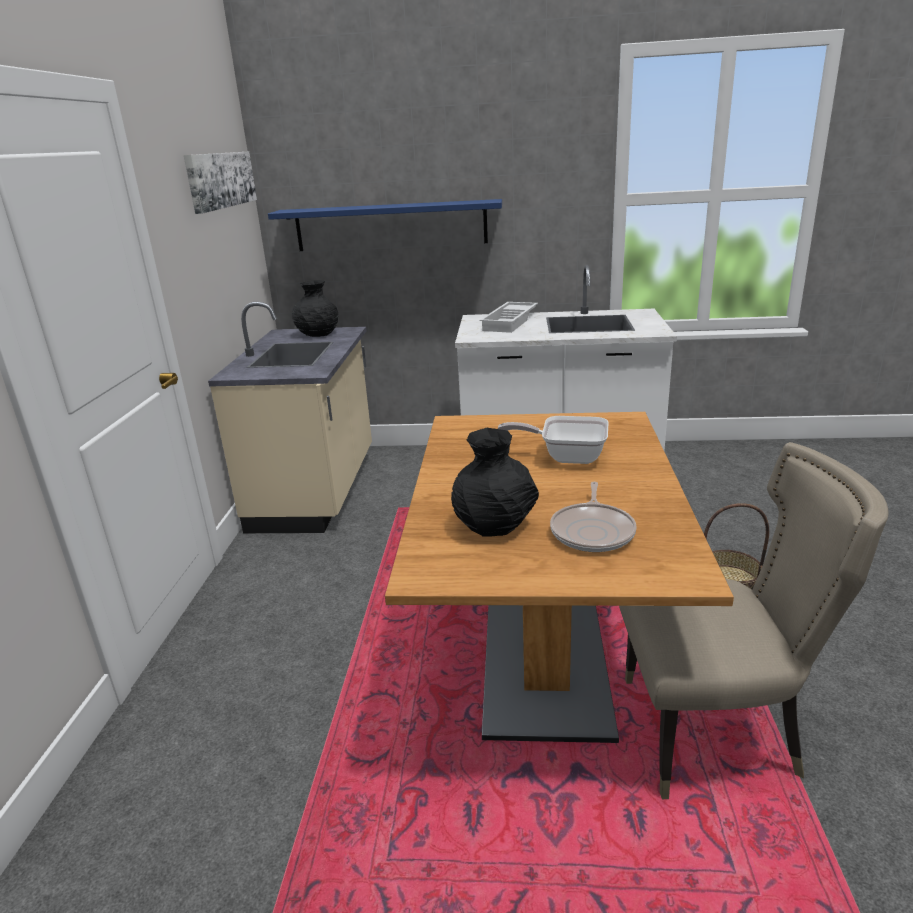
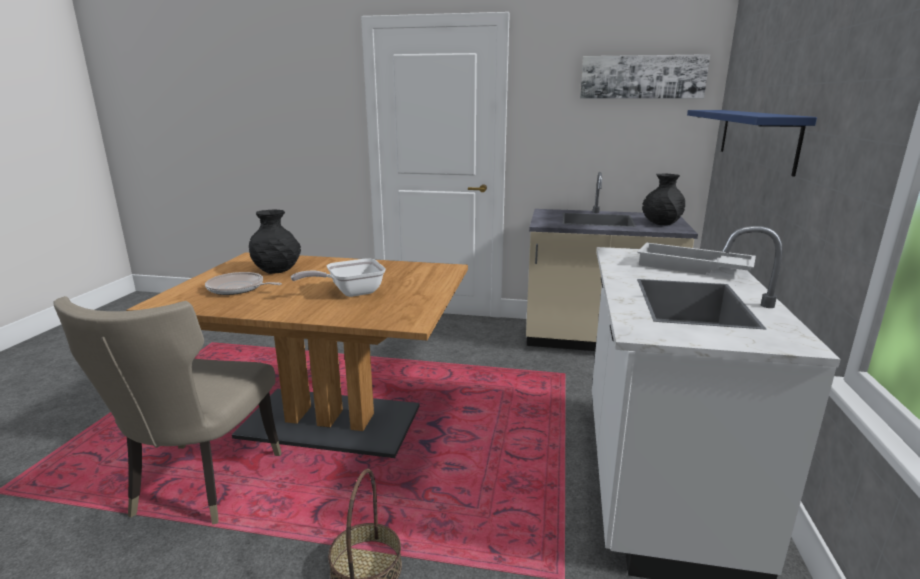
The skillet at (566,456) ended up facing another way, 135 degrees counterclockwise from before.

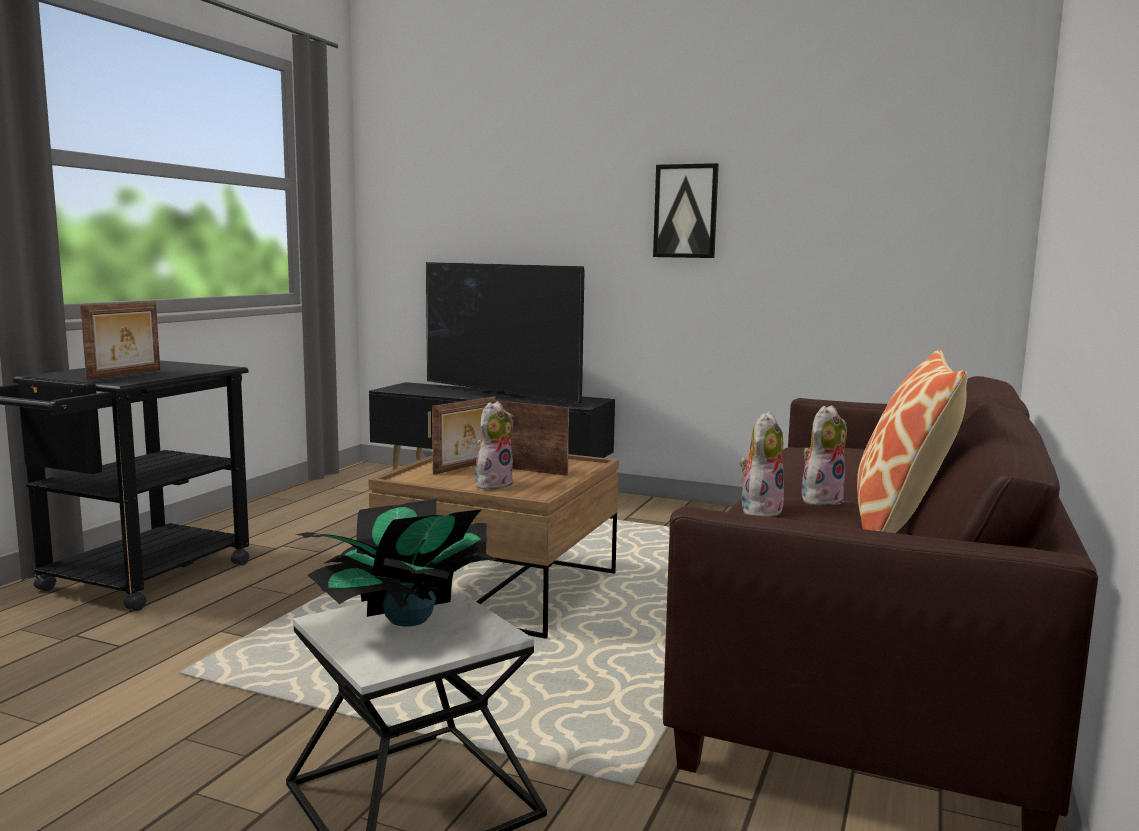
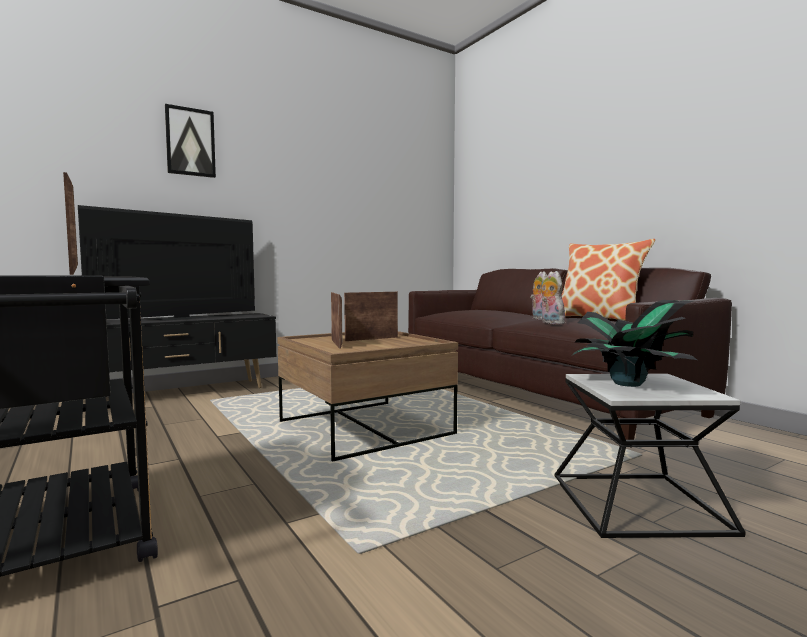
The wall_art ended up elsewhere, having gone from (686,211) to (190,142).
The television at (499,395) ended up facing another way, 150 degrees clockwise from before.
The second view lost the plush_toy at (493,484).

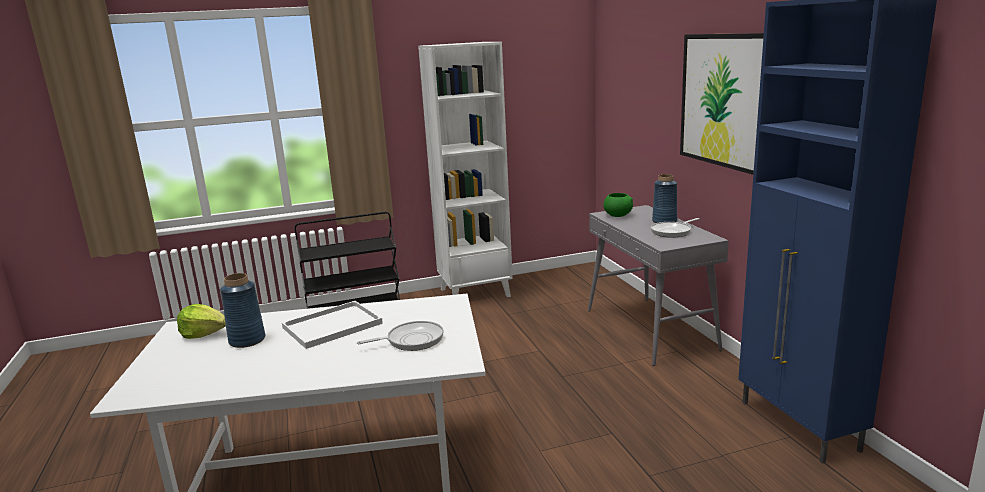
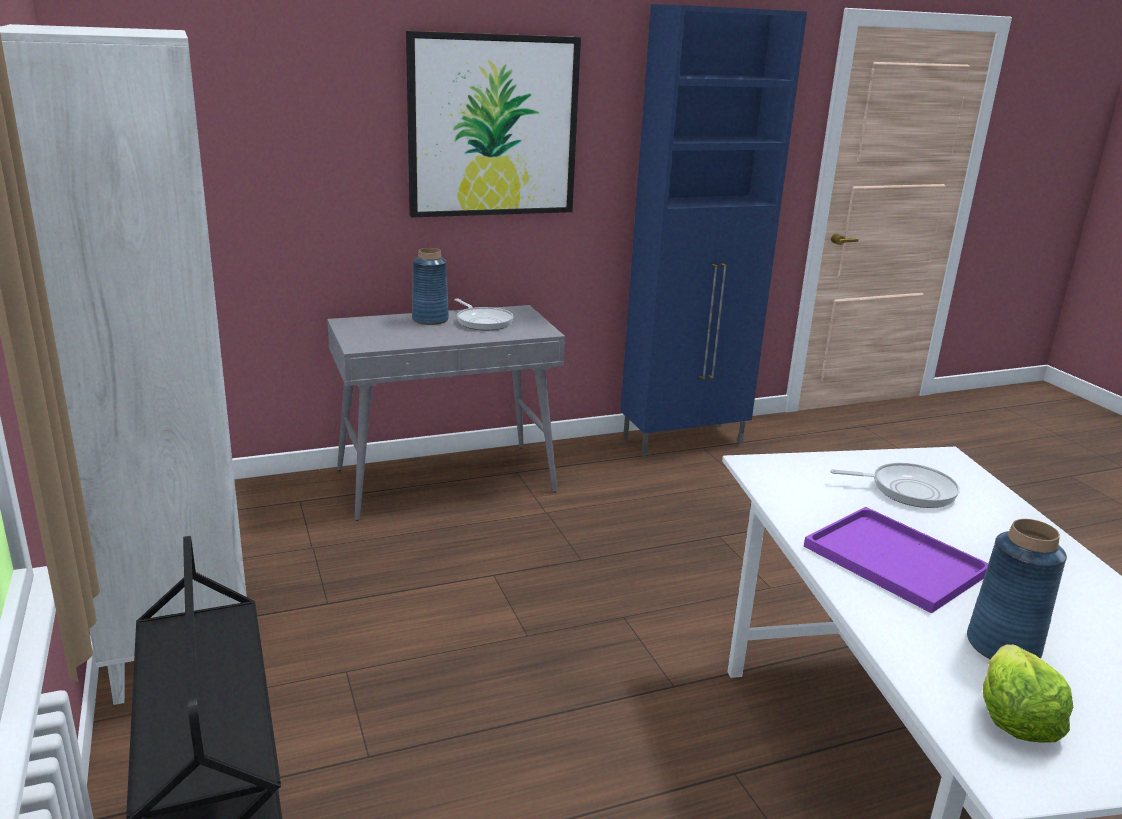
The second view lost the greenish_deep_dish at (617,215).
What was the whitish_carrying_tray at (333,325) turned into the purple_carrying_tray at (891,559).
The skillet at (411,340) ended up facing another way, 120 degrees clockwise from before.

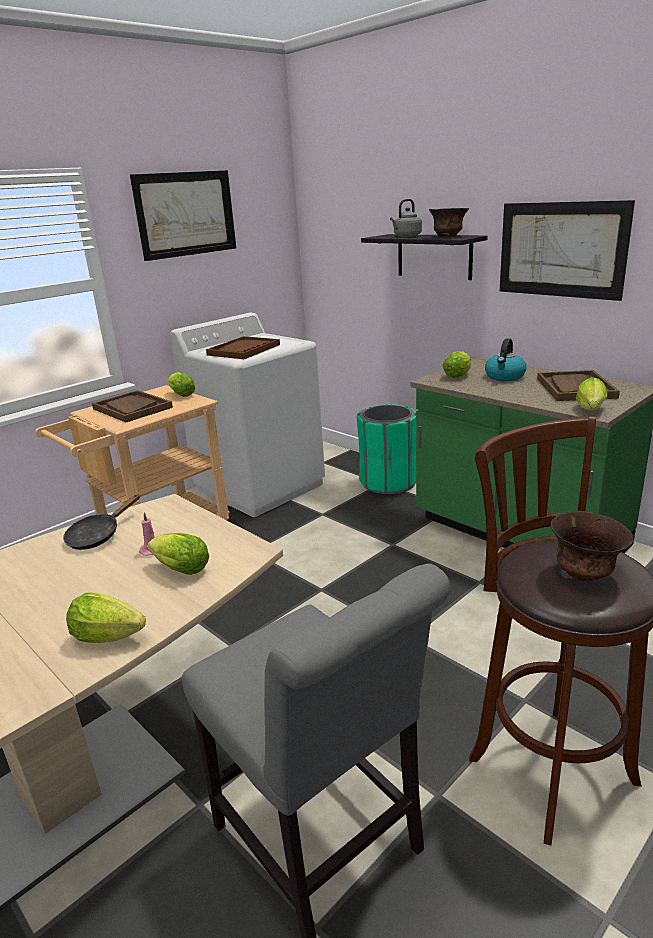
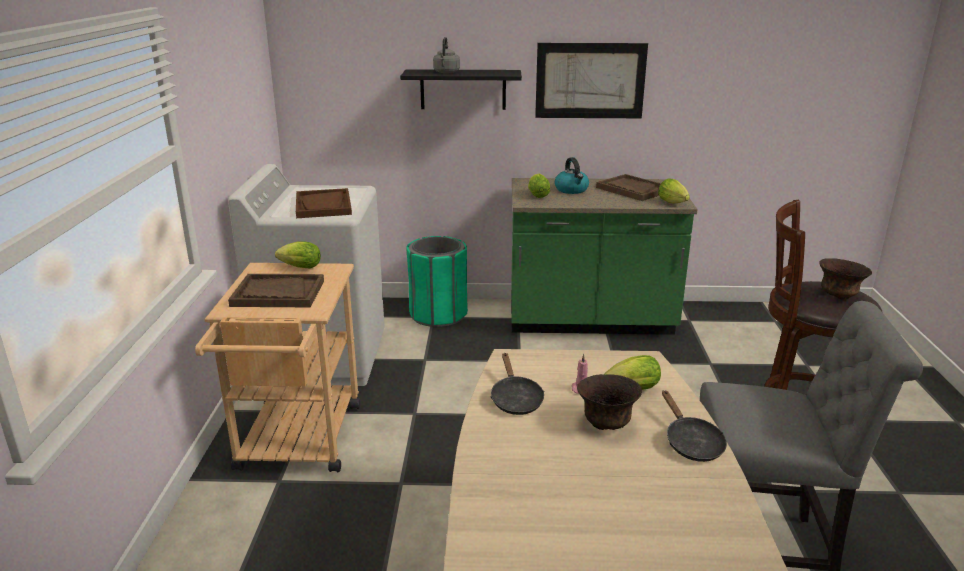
The second view lost the wall_art at (185,214).
The brownish_deep_dish ended up elsewhere, having gone from (447,236) to (606,424).
Where the lettuce stood at (112,637), the black-coloured_skillet came to stand at (691,443).

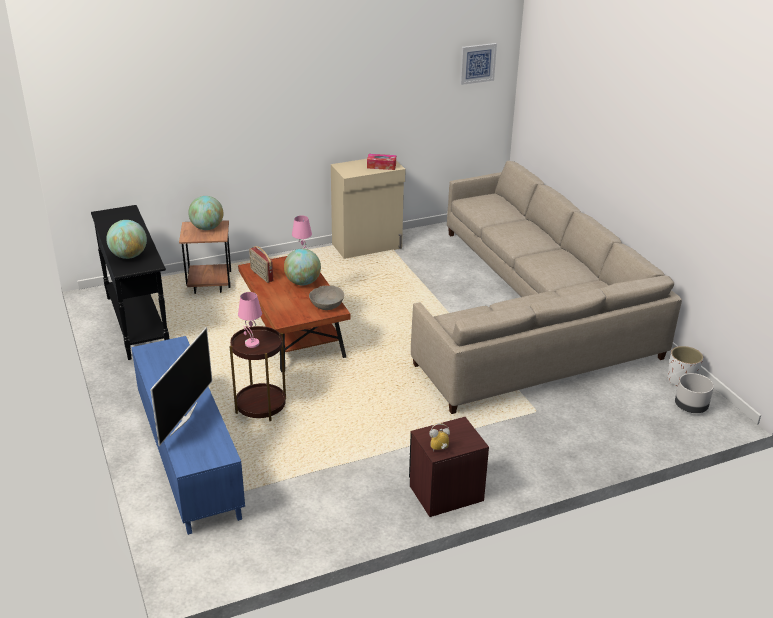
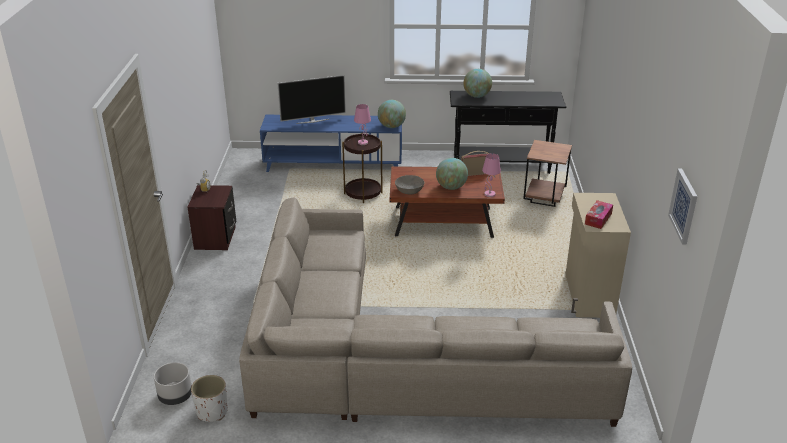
The desk_globe ended up elsewhere, having gone from (207,228) to (391,126).
The television at (183,418) ended up facing another way, 60 degrees counterclockwise from before.

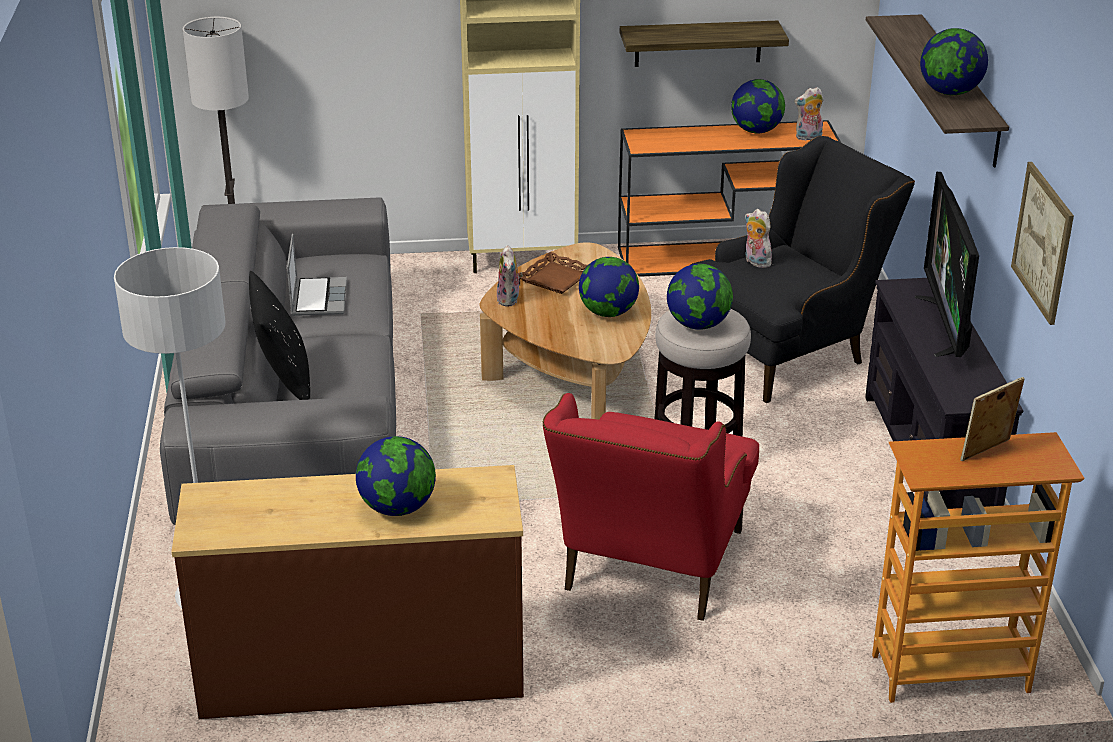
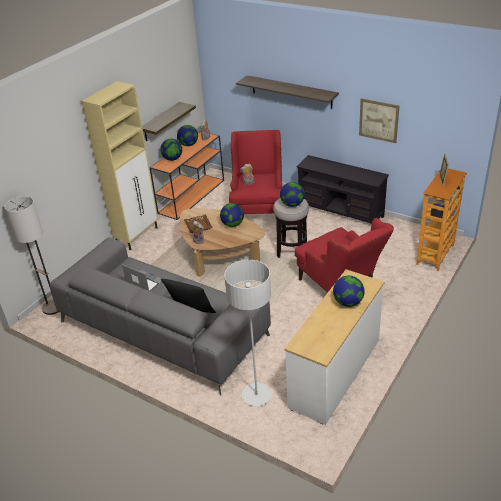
The desk_globe ended up elsewhere, having gone from (949,92) to (172,159).
What was the black-coloured_easy_chair at (789,351) turned into the reddish_easy_chair at (258,209).
The second view lost the television at (947,326).
What was the brownish_chest_of_drawers at (362,674) turned into the whitish_chest_of_drawers at (335,373).

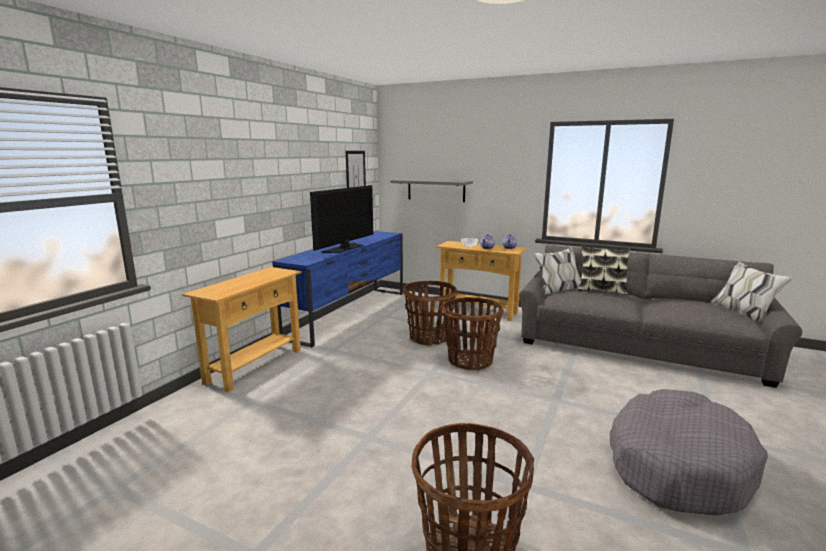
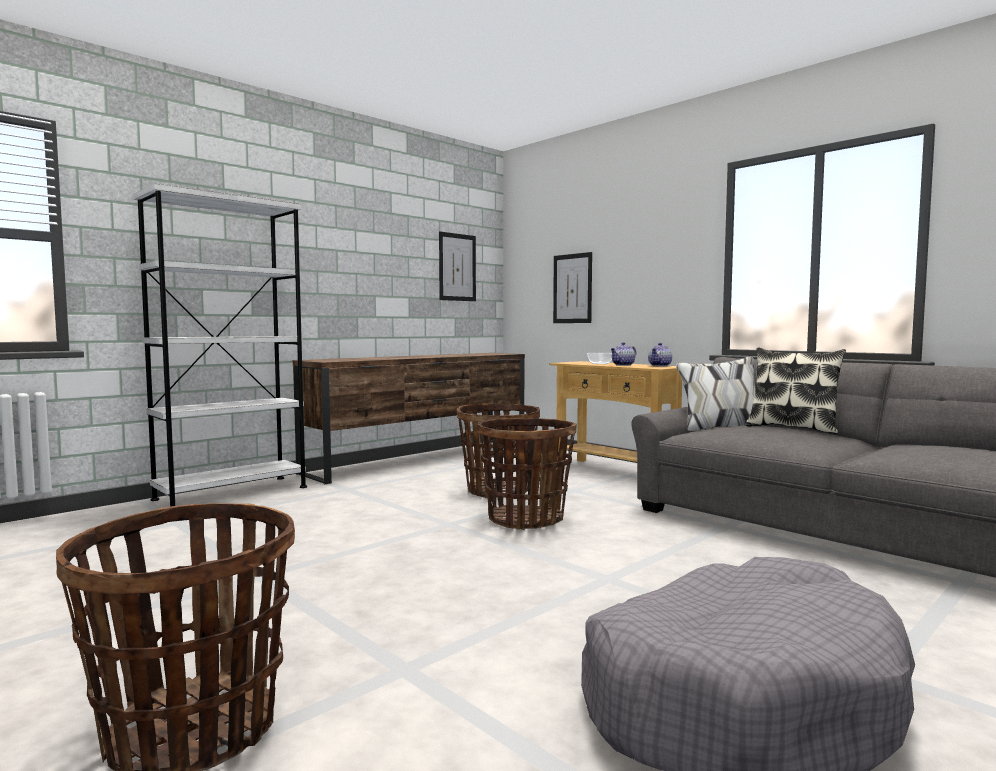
Where the gray_bracket_shelf hung at (436,190), the wall_art came to hang at (572,288).
The second view lost the television at (345,248).
What was the blue_tv_unit at (350,313) turned into the brownish_tv_unit at (422,459).
Where the beige_narrow_table stood at (255,366), the whitish_bookshelf came to stand at (232,493).

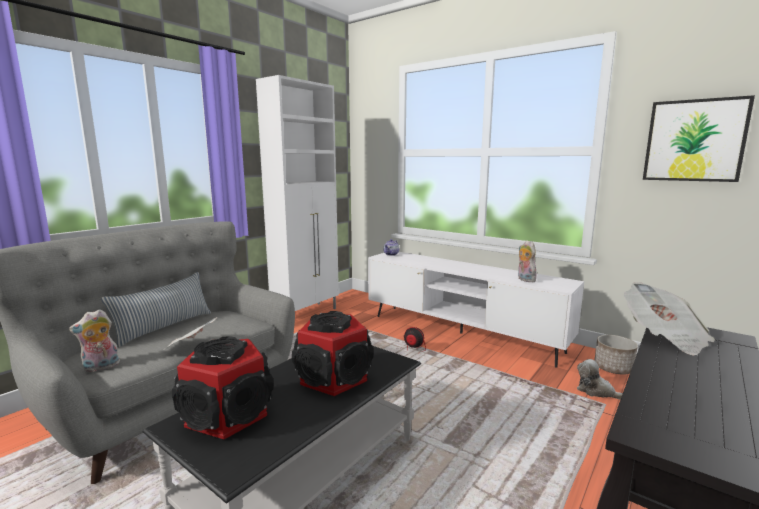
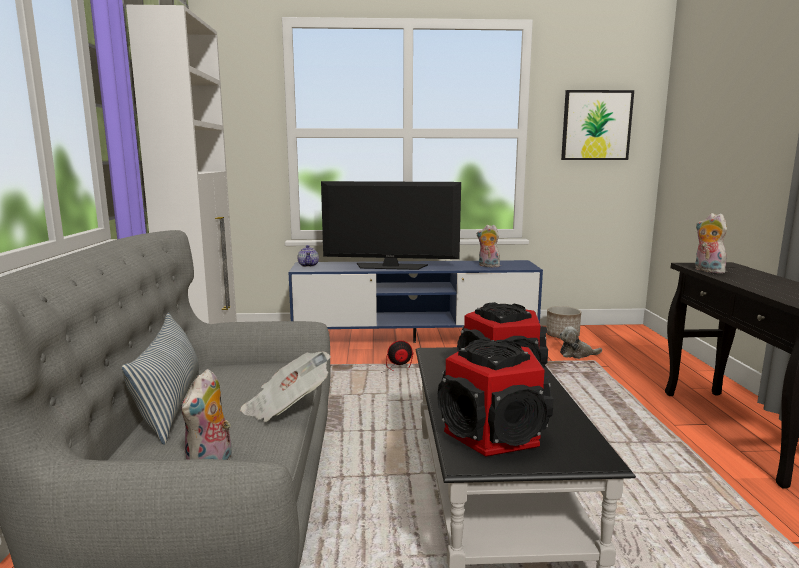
What was the whitish_tv_unit at (461,333) turned into the blue_tv_unit at (414,342).
Where the printed_paper stood at (664,337), the plush_toy came to stand at (707,270).
The second view gained the television at (390,266).

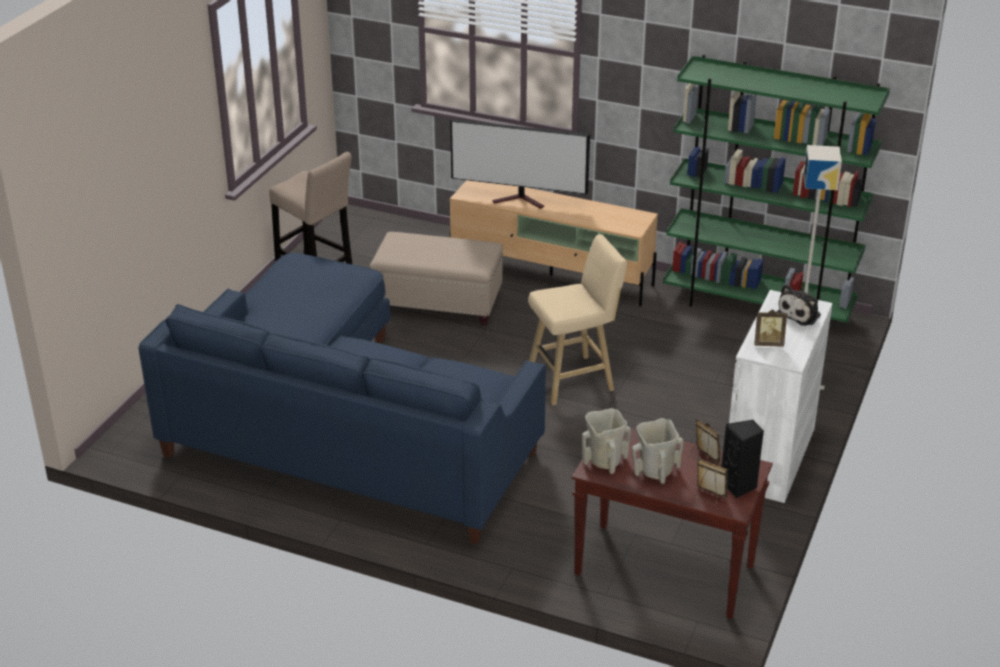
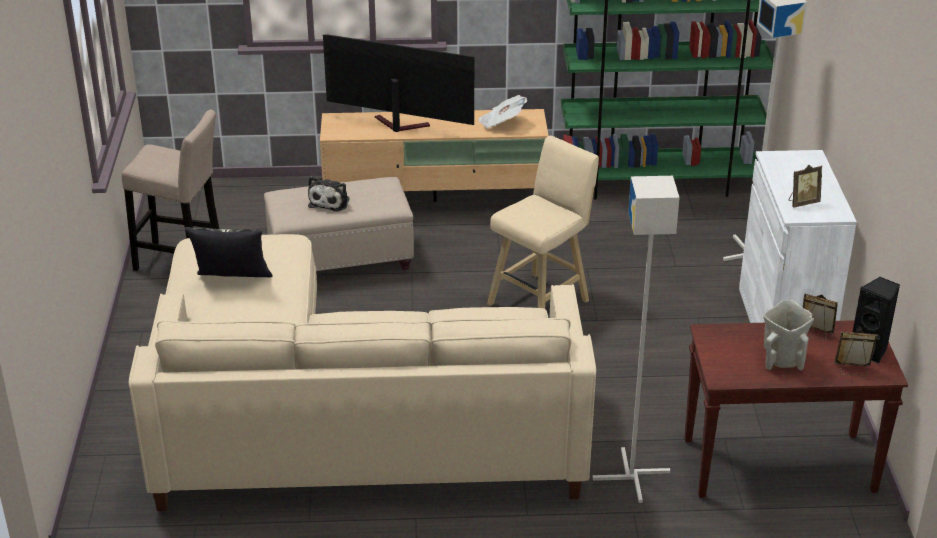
The television at (521,200) ended up facing another way, 150 degrees counterclockwise from before.
What was the blue_settee at (344,429) turned into the beige_settee at (343,420).
The plush_toy ended up elsewhere, having gone from (800,314) to (330,202).
The second view lost the beige_flower_vase at (604,460).
The second view gained the printed_paper at (501,123).
The second view gained the gray_standing_lamp at (632,476).
The second view gained the cushion at (232,282).

